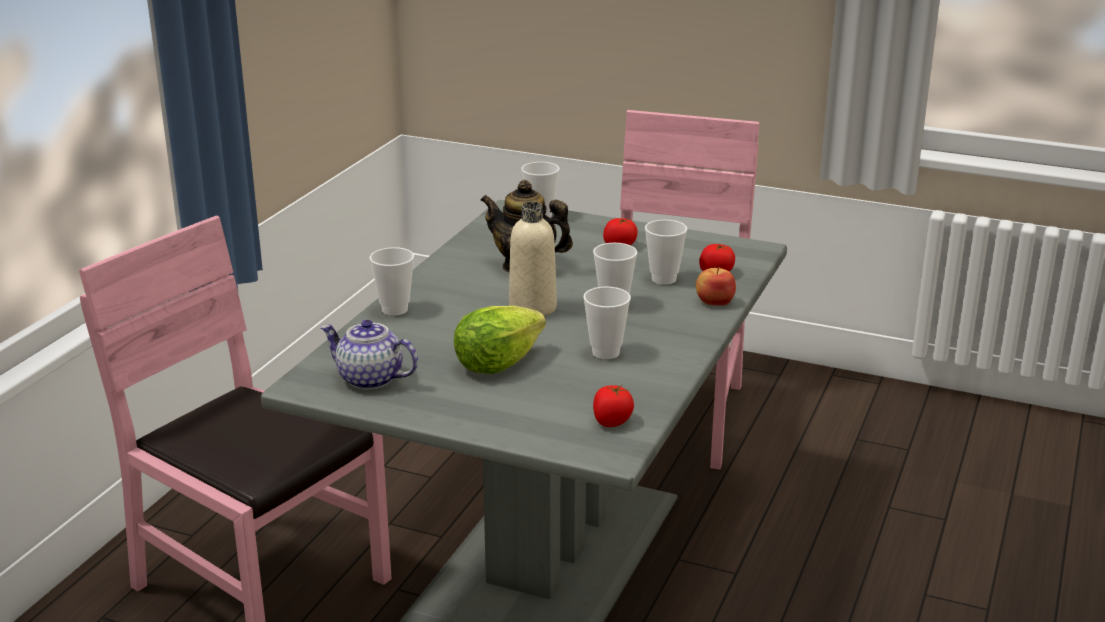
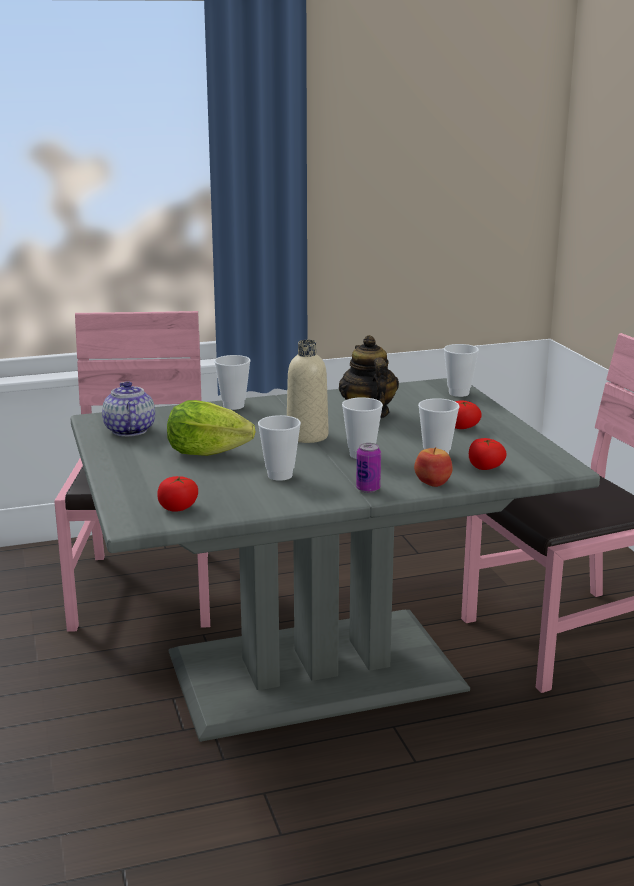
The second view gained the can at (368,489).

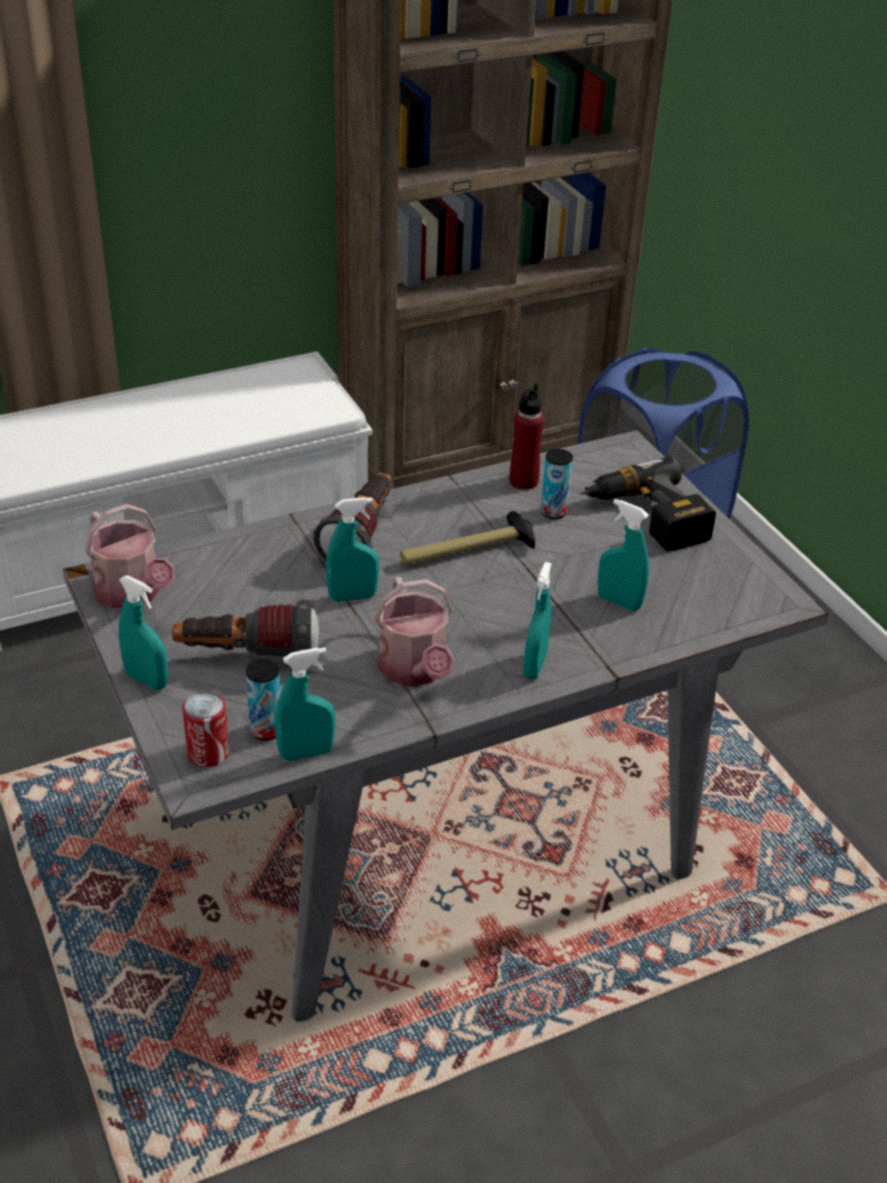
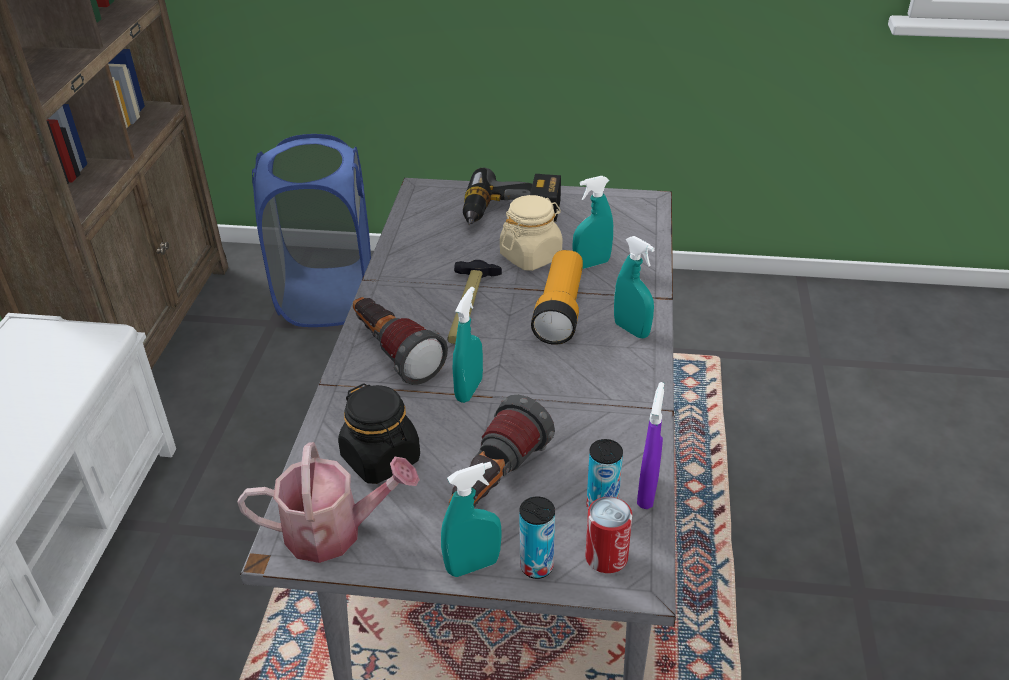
The second view lost the reddish_drink_bottle at (523,481).
The can ended up elsewhere, having gone from (553,512) to (536,566).
The second view lost the watering_can at (415,670).
What was the turquoise_sprayer at (306,753) turned into the purple_sprayer at (647,492).
The second view gained the beige_jar at (531,256).
The second view gained the flashlight at (560,311).
The second view gained the black-coloured_jar at (381,459).

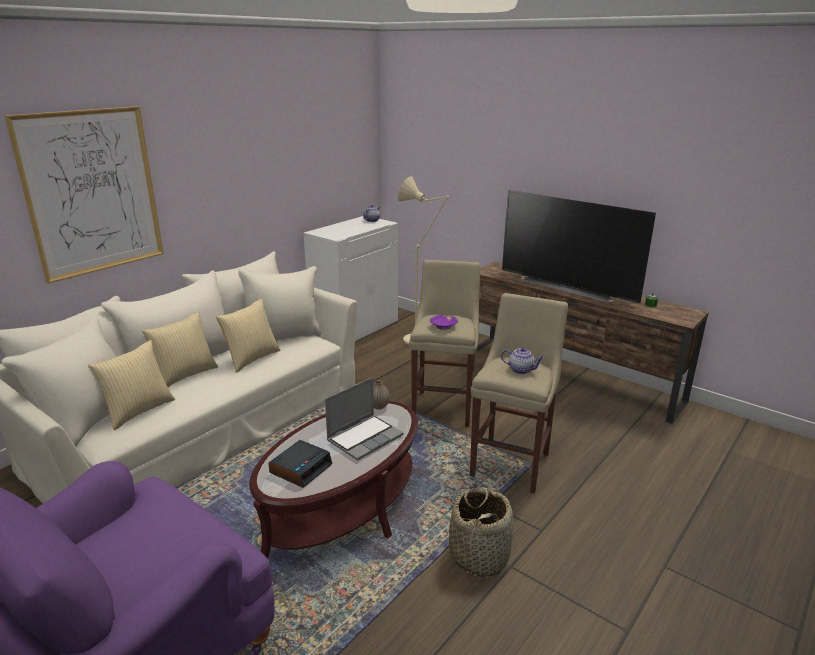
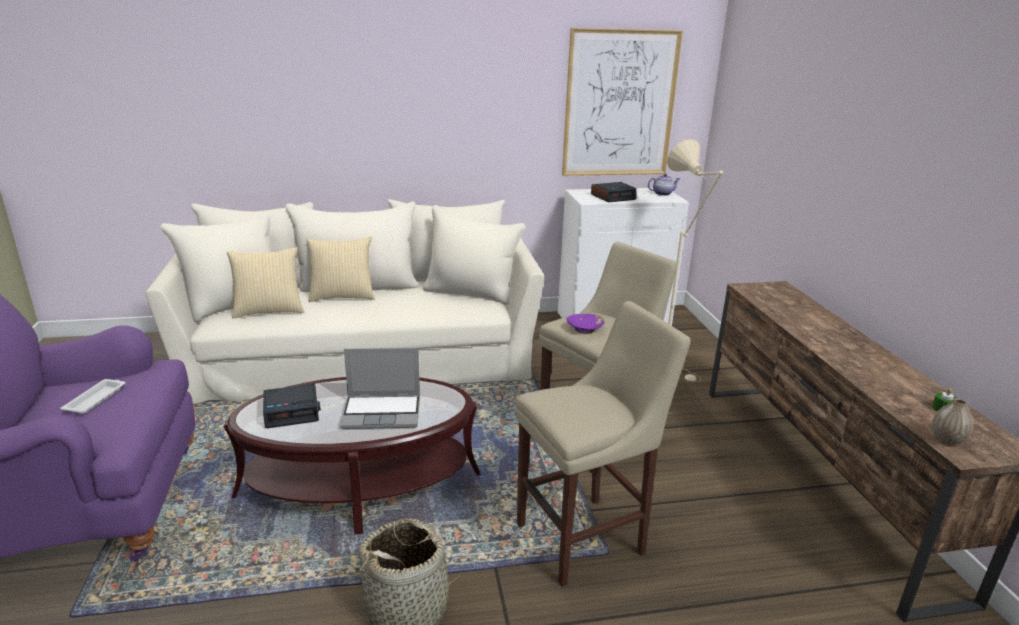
The wall_art ended up elsewhere, having gone from (92,192) to (619,104).
The second view lost the television at (568,287).
The second view lost the cushion at (251,358).
The second view lost the tea_pot at (521,370).
The flower_vase ended up elsewhere, having gone from (379,406) to (946,440).
The second view gained the bedside_clock at (613,197).
The second view gained the whitish_carrying_tray at (96,399).

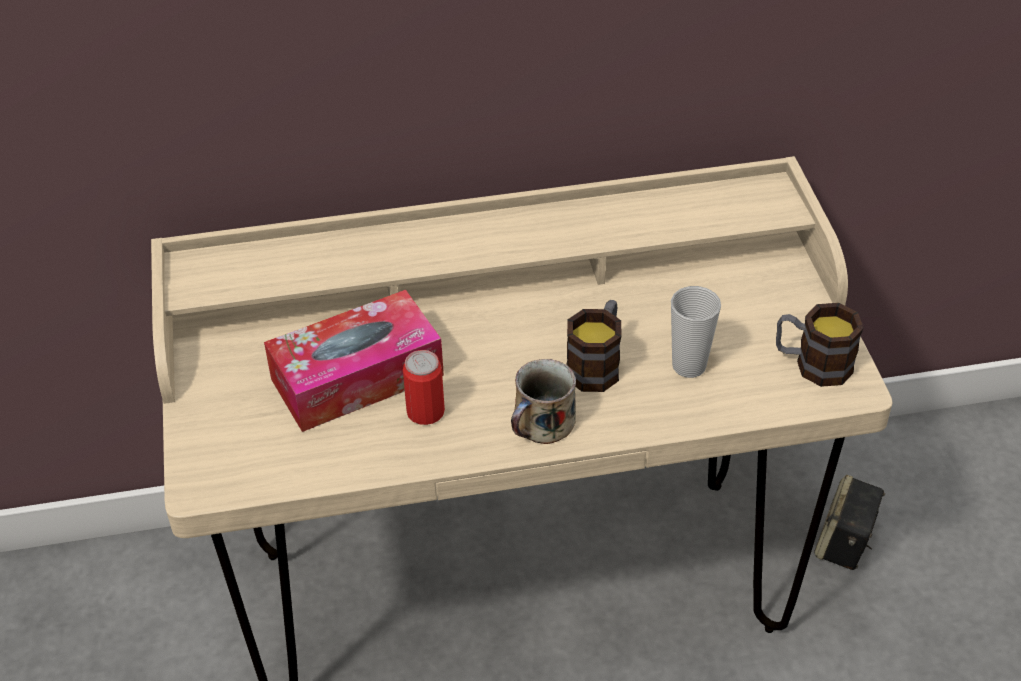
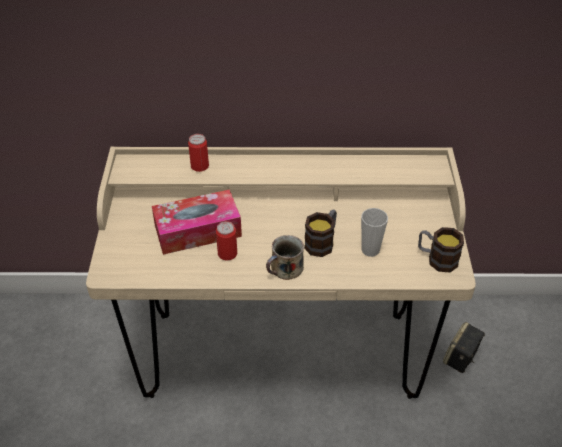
The second view gained the can at (199,166).

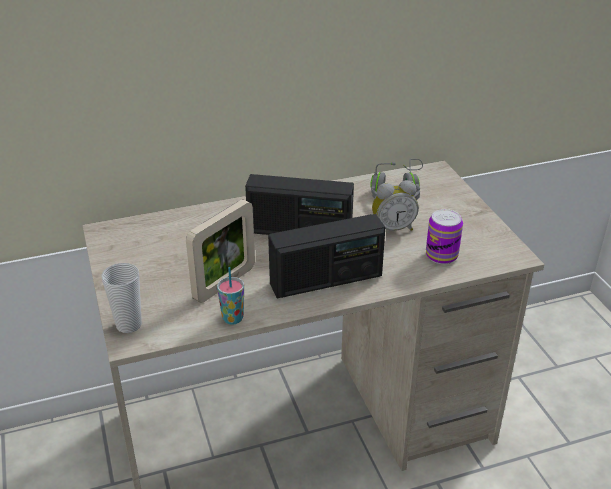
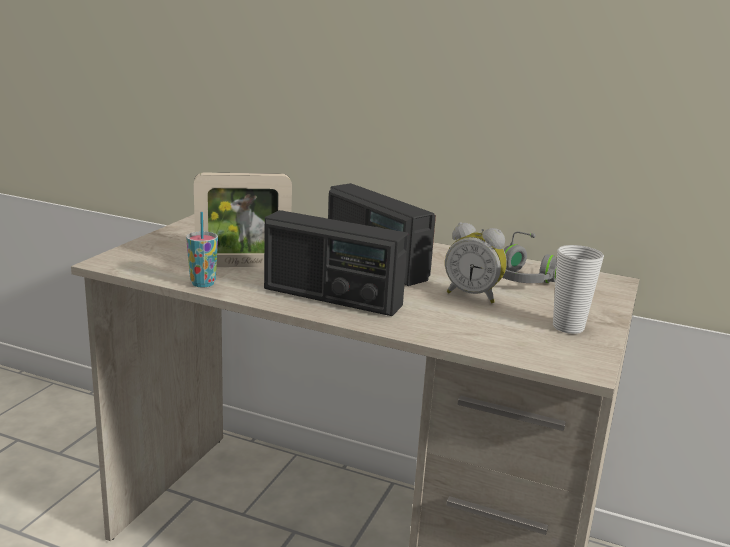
The second view lost the can at (441,255).
The cup ended up elsewhere, having gone from (129,325) to (568,327).

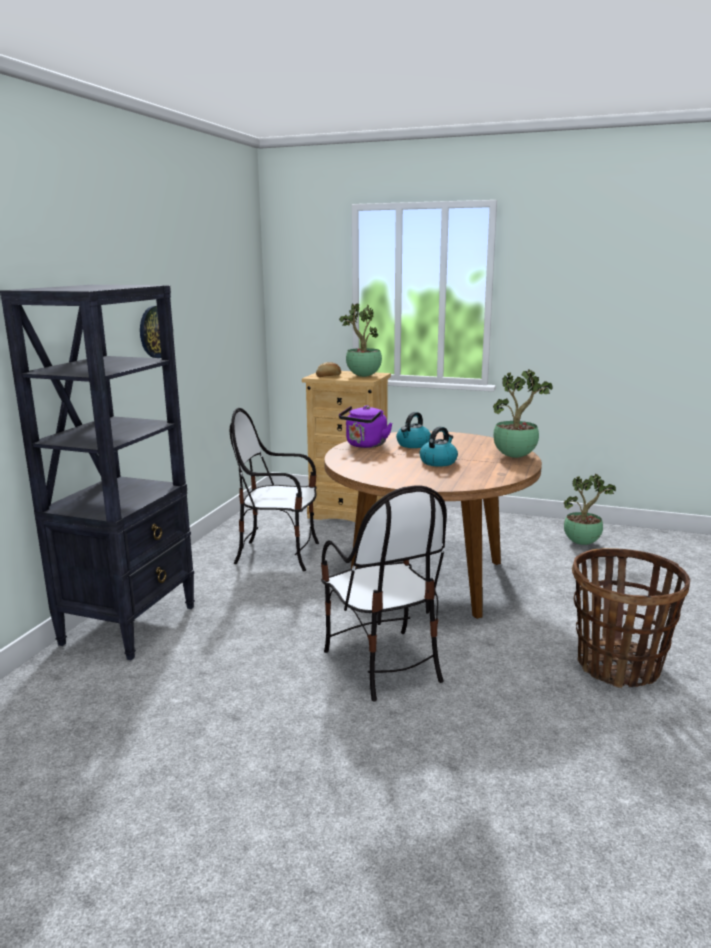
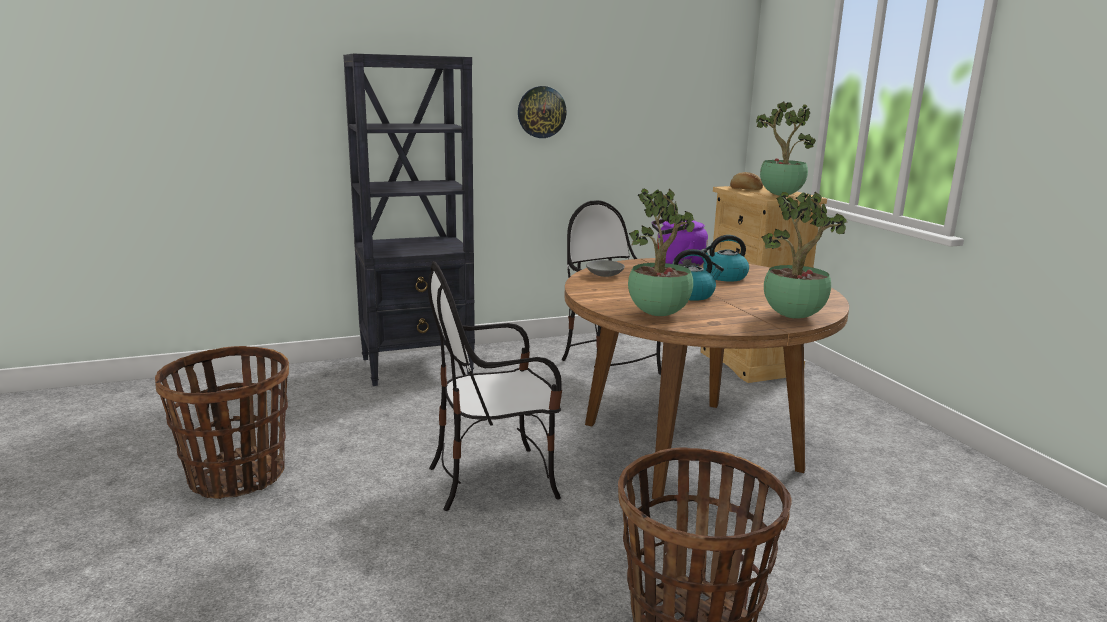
The houseplant ended up elsewhere, having gone from (582,543) to (659,315).
The plain_chair at (383,664) ended up facing another way, 45 degrees clockwise from before.
The second view gained the gray_deep_dish at (605,275).
The second view gained the household_basket at (236,477).

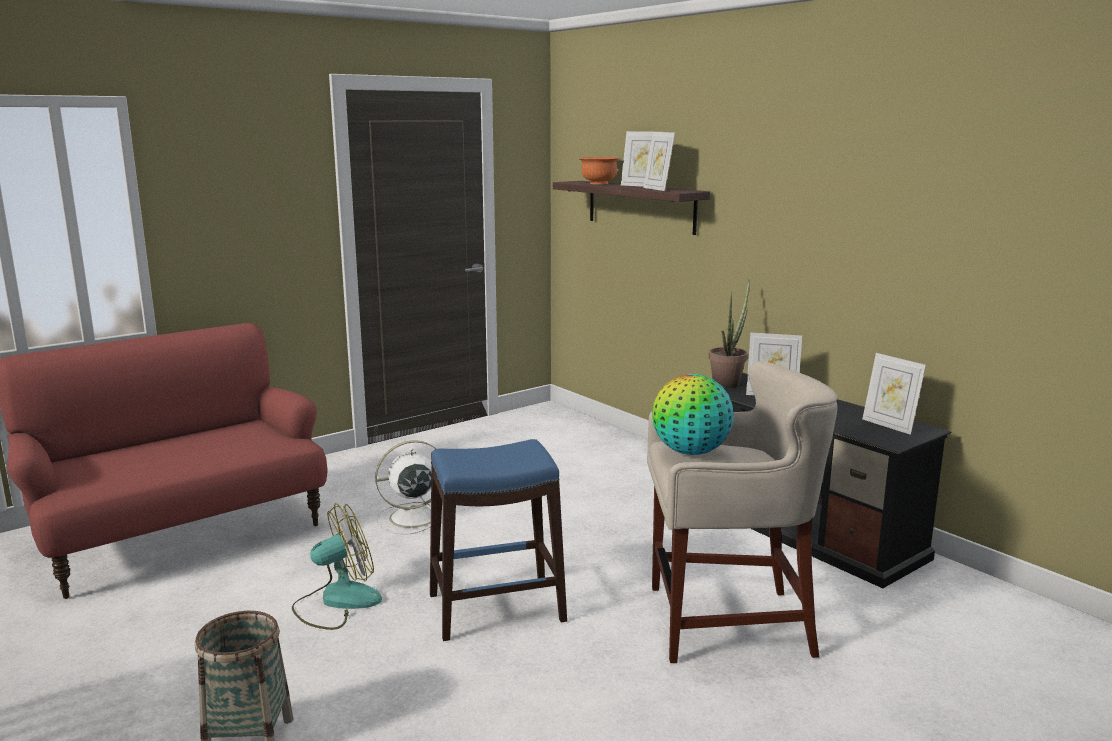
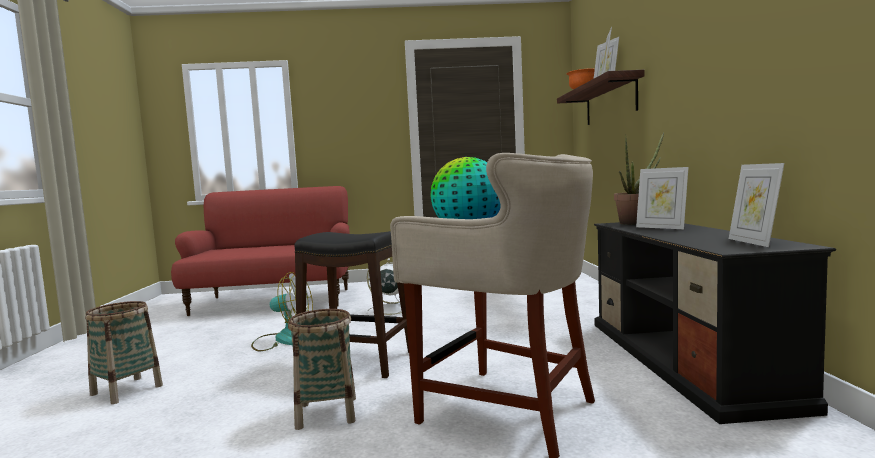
What was the blue_sitting_stool at (495,607) turned into the black-coloured_sitting_stool at (357,360).
The second view gained the household_basket at (326,413).

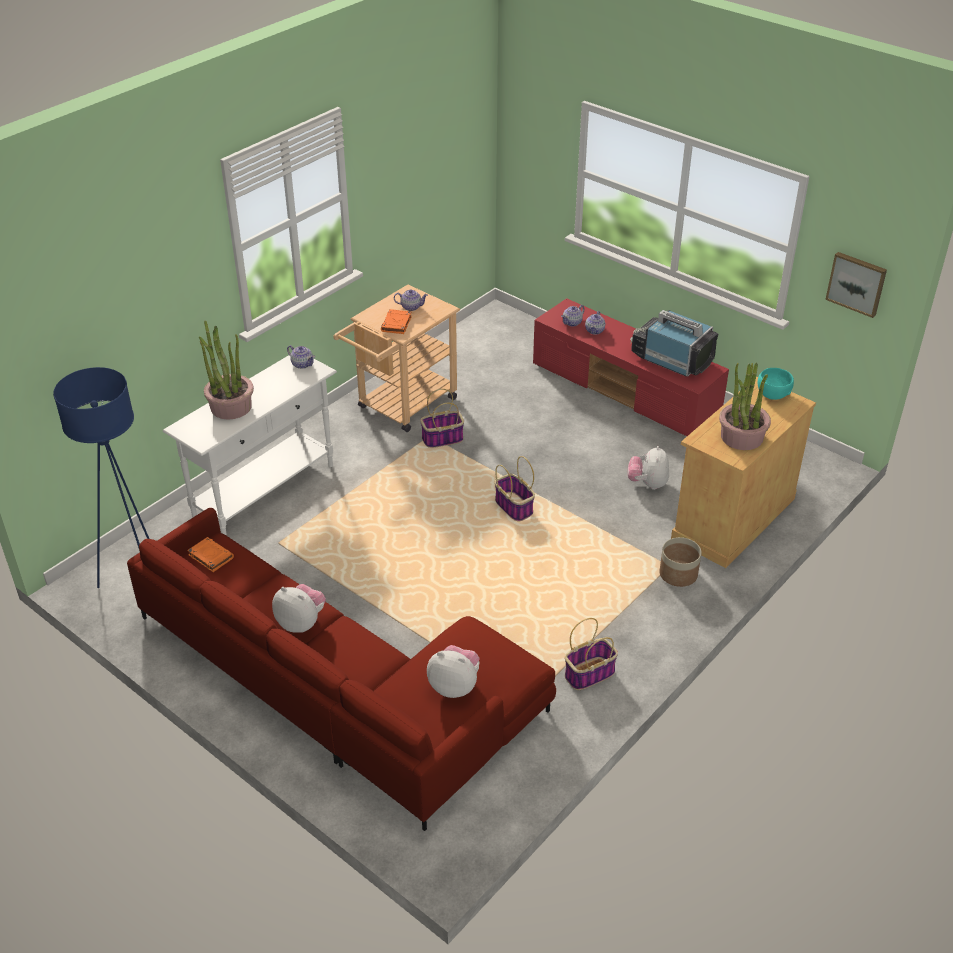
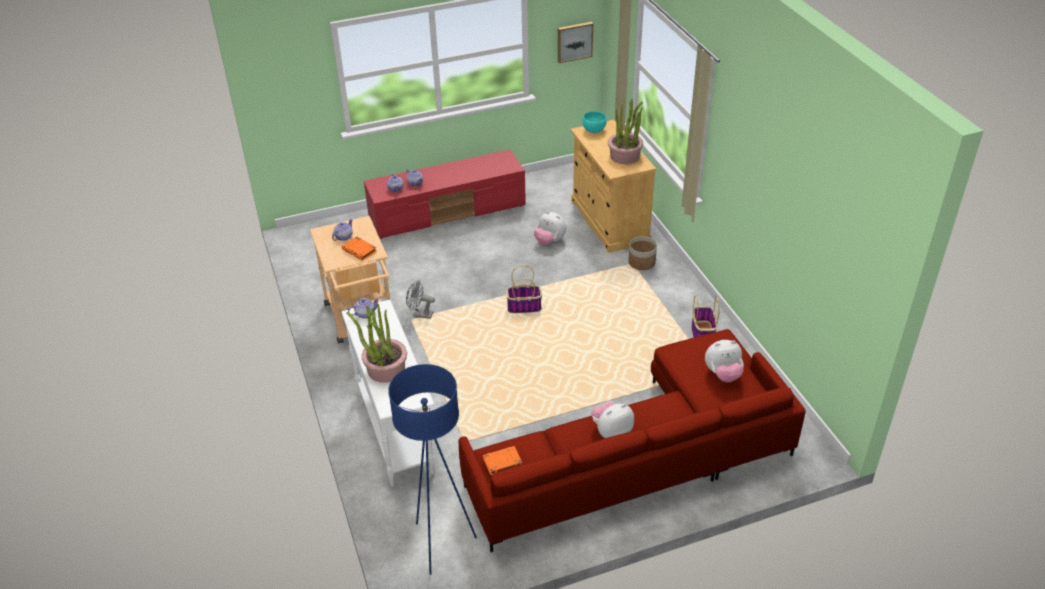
The second view lost the television at (671,359).
Where the household_basket stood at (442,439), the gray_fan came to stand at (420,314).
The plush_toy at (454,686) ended up facing another way, 150 degrees counterclockwise from before.

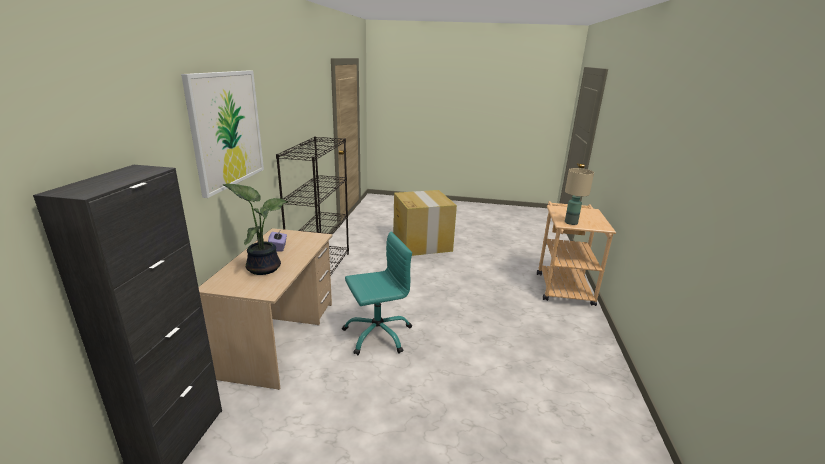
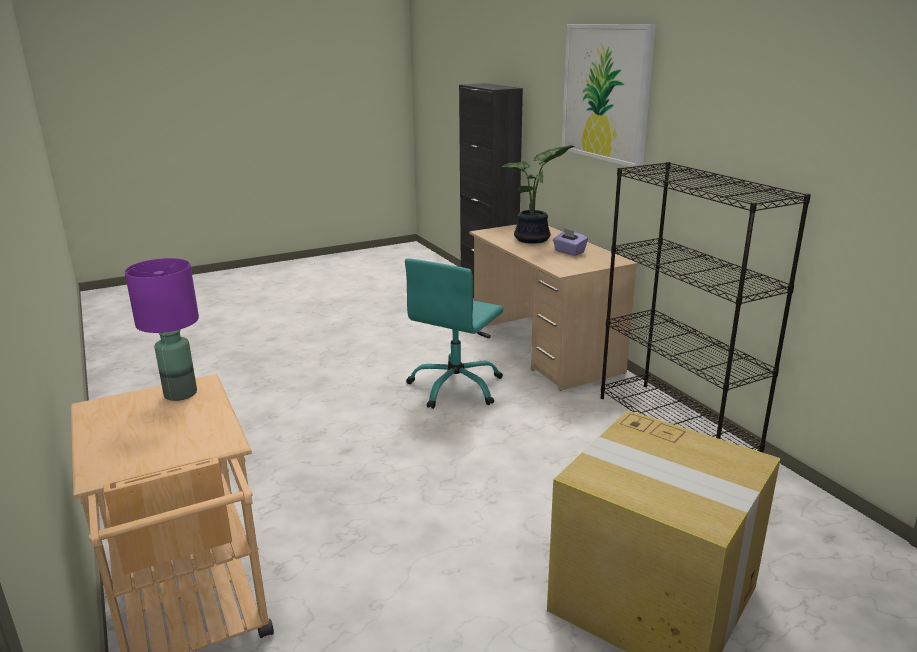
What was the beige_tabletop_lamp at (571,222) turned into the purple_tabletop_lamp at (181,394).

